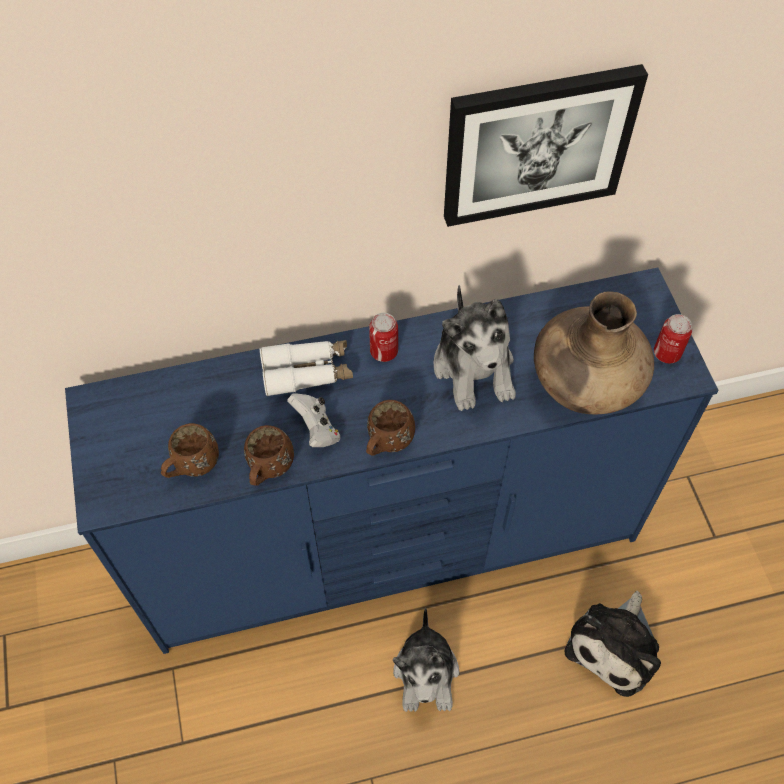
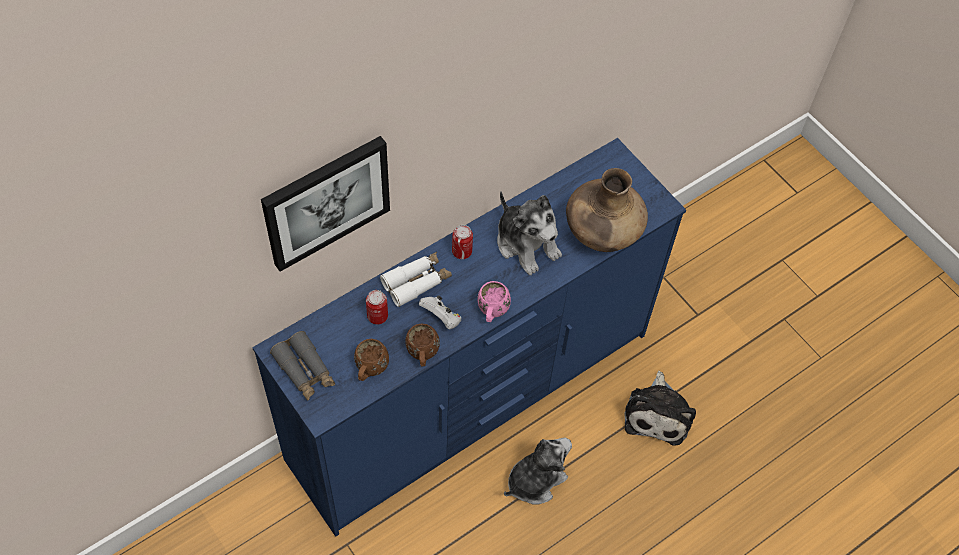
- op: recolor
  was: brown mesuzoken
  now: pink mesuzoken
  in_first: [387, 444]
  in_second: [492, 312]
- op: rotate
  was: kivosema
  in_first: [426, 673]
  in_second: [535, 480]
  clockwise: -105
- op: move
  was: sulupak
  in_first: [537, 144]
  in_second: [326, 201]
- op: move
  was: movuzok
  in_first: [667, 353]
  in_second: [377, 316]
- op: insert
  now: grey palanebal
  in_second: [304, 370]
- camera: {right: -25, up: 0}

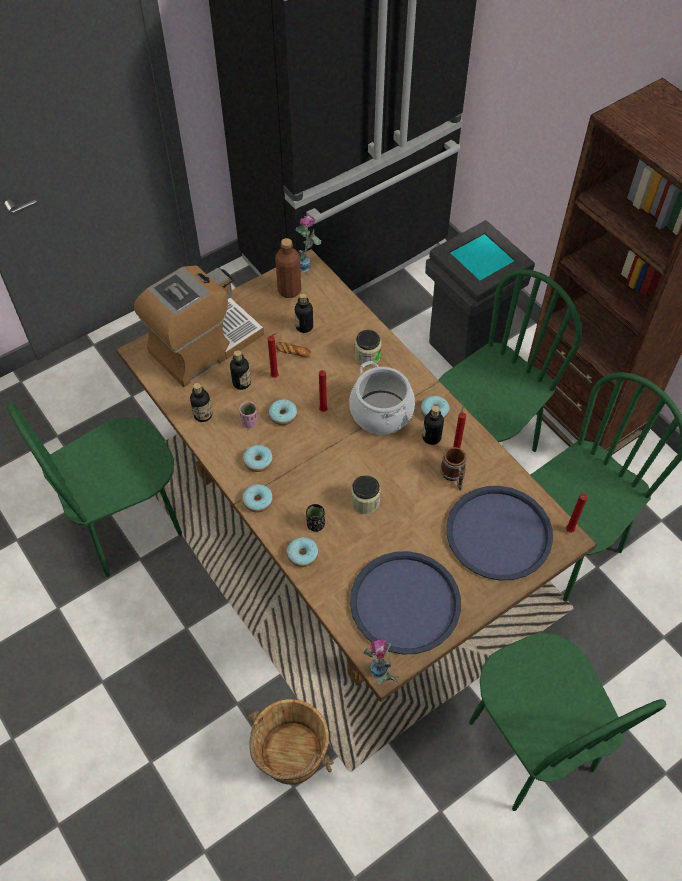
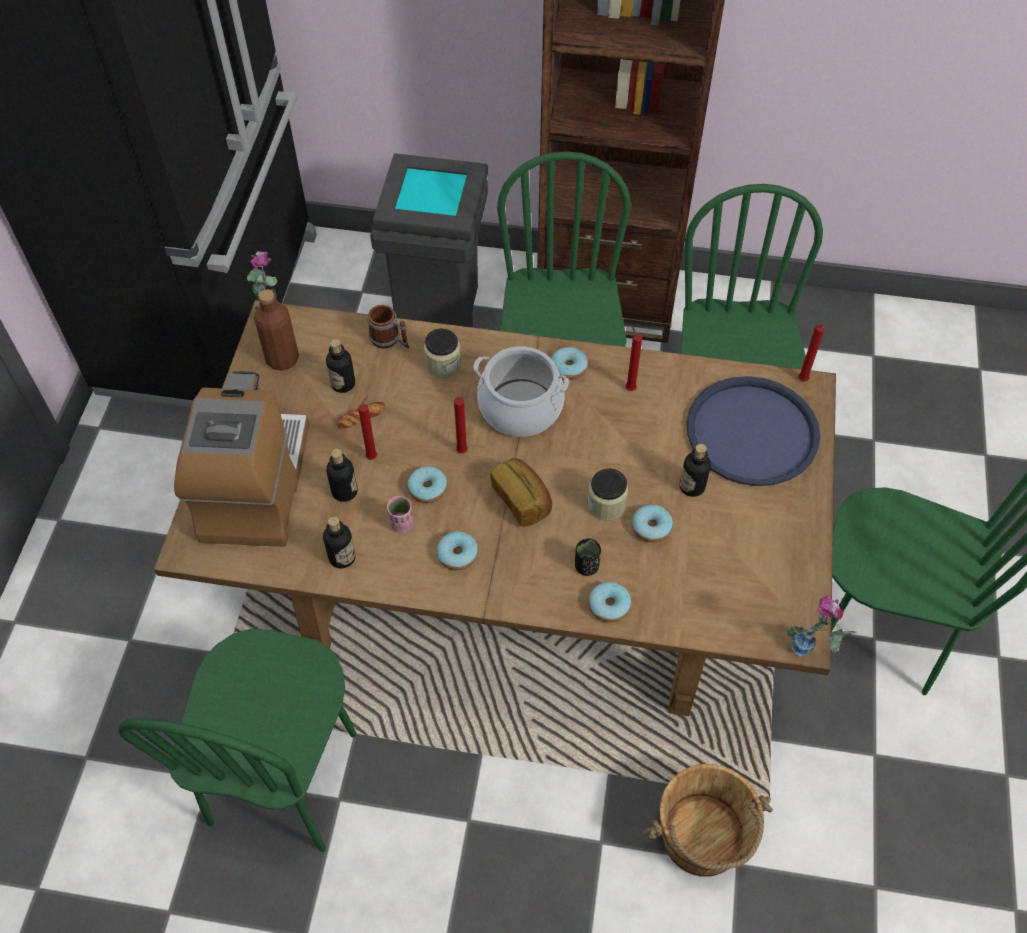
- op: move
  was: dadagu
  in_first: [258, 501]
  in_second: [651, 527]
- op: delete
  was: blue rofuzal
  in_first: [405, 603]
- op: move
  was: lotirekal
  in_first: [431, 437]
  in_second: [692, 486]
- op: move
  was: mesuzoken
  in_first: [454, 476]
  in_second: [390, 340]
- op: insert
  now: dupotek
  in_second: [522, 500]
- camera: {right: -45, up: 0}

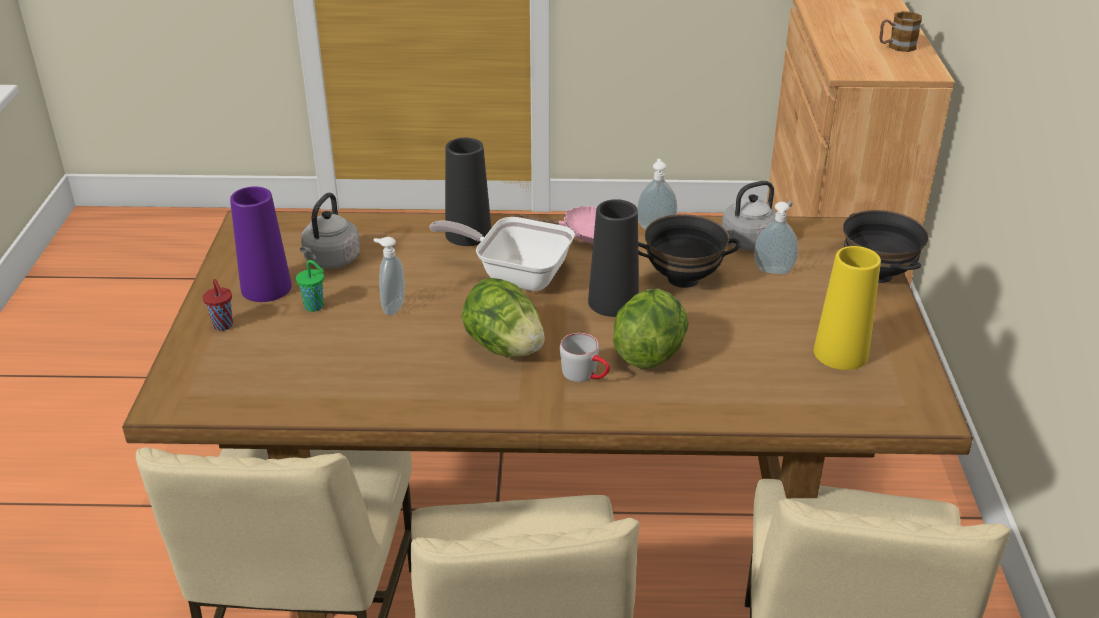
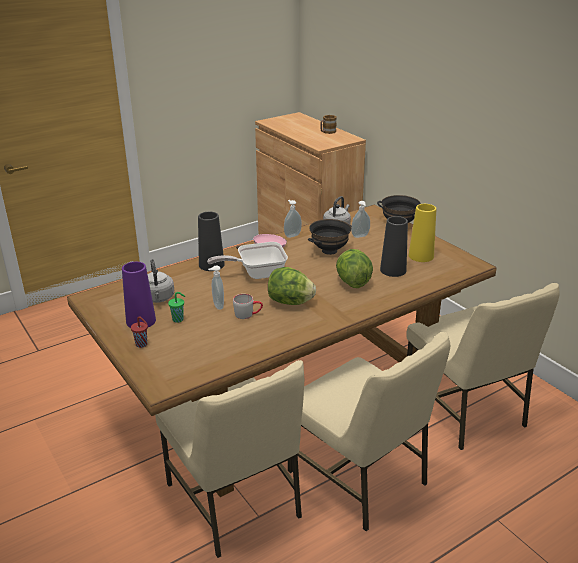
- op: move
  was: grey mesuzoken
  in_first: [586, 375]
  in_second: [248, 314]
- op: move
  was: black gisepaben
  in_first: [613, 302]
  in_second: [393, 270]
- camera: {right: -35, up: -5}

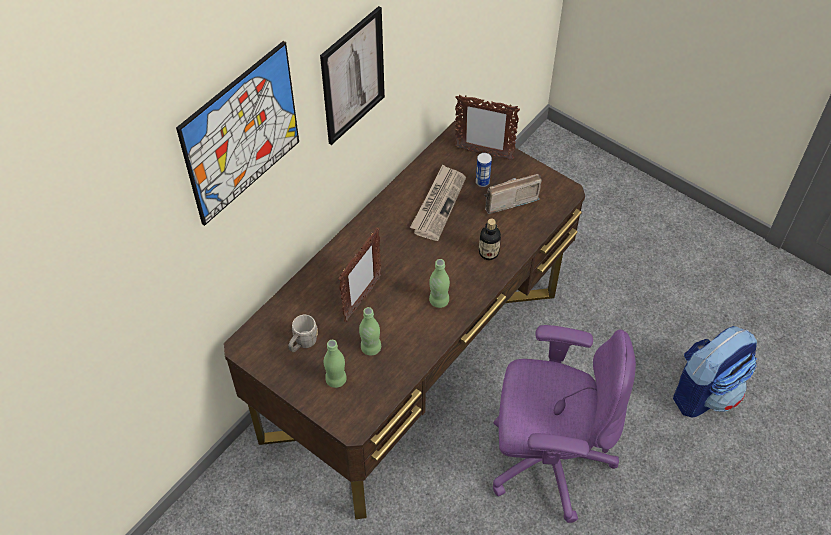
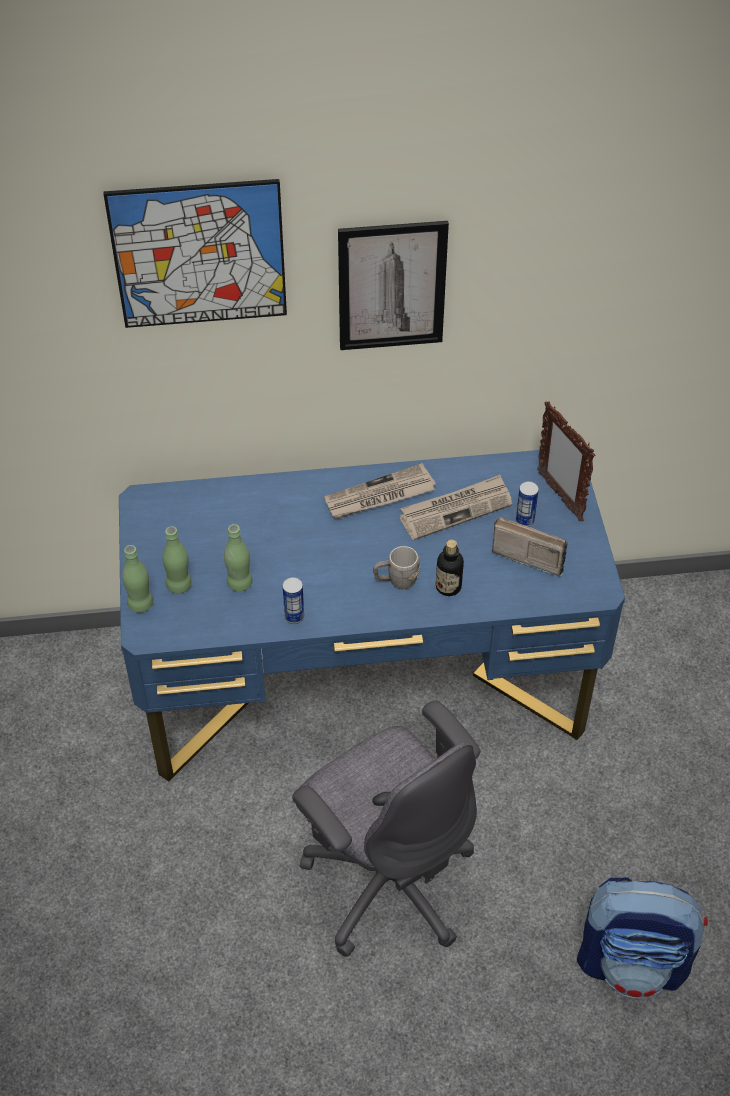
- op: recolor
  was: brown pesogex
  now: blue pesogex
  in_first: [413, 364]
  in_second: [364, 687]
- op: move
  was: grey mesuzoken
  in_first: [303, 343]
  in_second: [396, 581]
- op: delete
  was: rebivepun
  in_first: [362, 299]
- op: move
  was: green lotirekal
  in_first: [439, 300]
  in_second: [140, 604]
- op: recolor
  was: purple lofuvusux
  now: grey lofuvusux
  in_first: [547, 459]
  in_second: [388, 879]
- op: insert
  now: movuzok
  in_second: [294, 617]
- op: insert
  now: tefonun
  in_second: [379, 496]
- camera: {right: 45, up: -5}

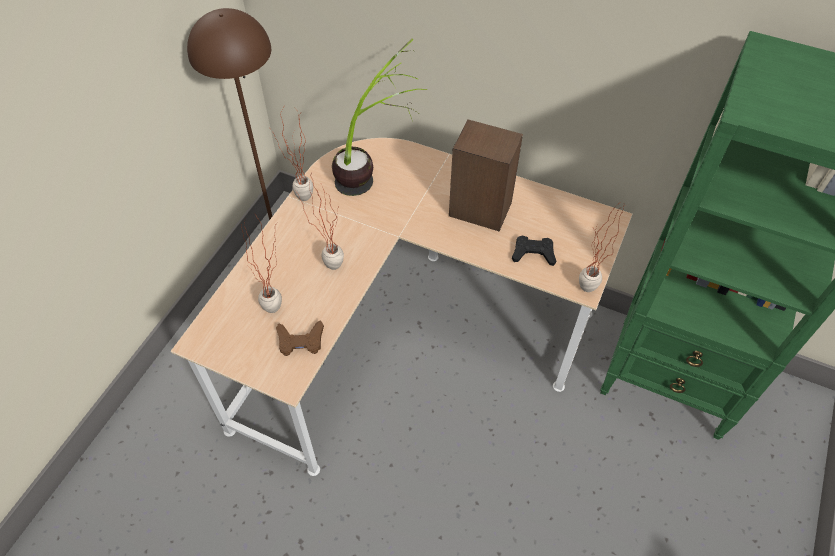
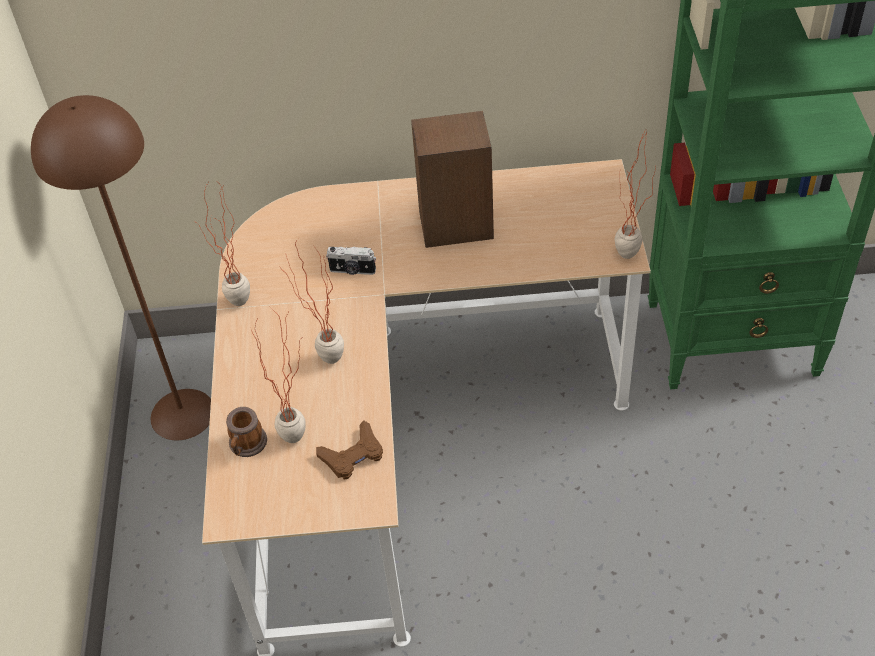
- op: delete
  was: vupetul
  in_first: [374, 171]
- op: delete
  was: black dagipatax
  in_first: [533, 253]
- op: insert
  now: mesuzoken
  in_second: [246, 445]
- op: insert
  now: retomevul
  in_second: [352, 271]
- camera: {right: -25, up: -5}

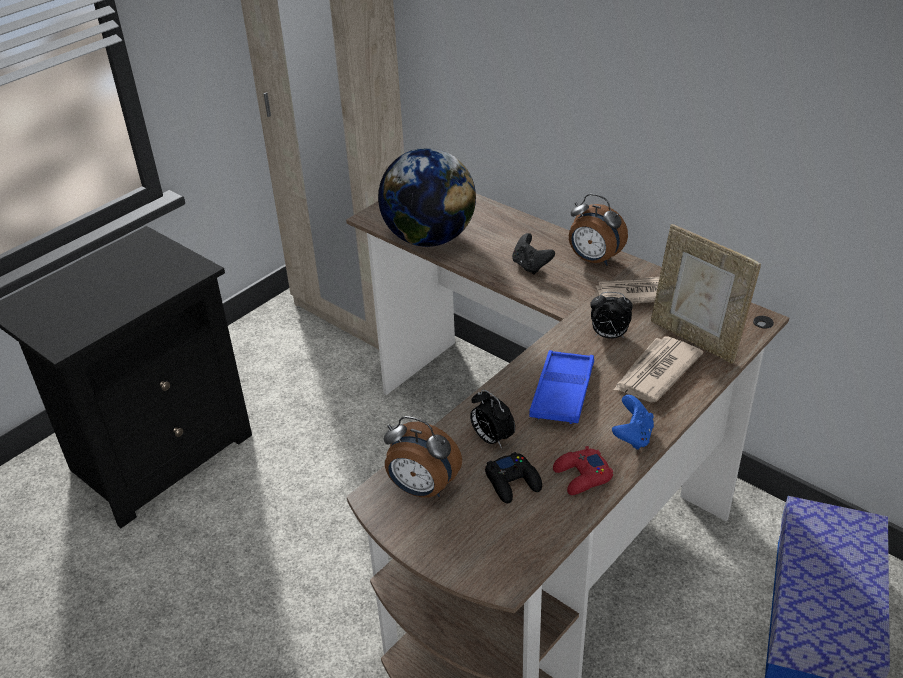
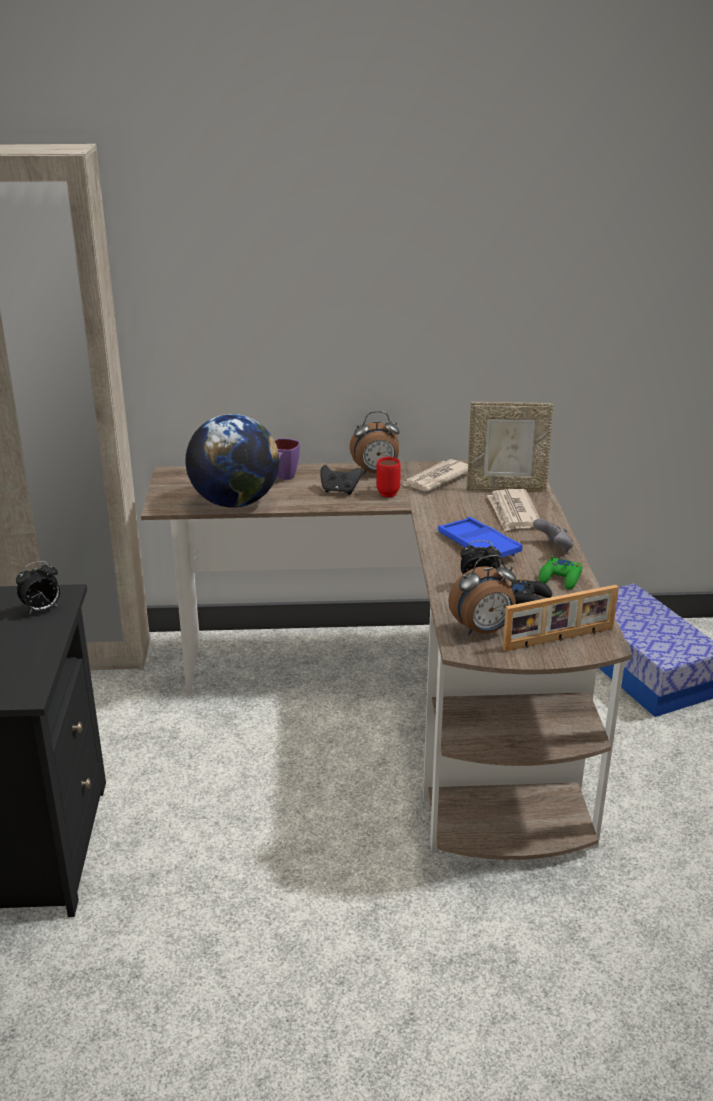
- op: recolor
  was: red dagipatax
  now: green dagipatax
  in_first: [582, 476]
  in_second: [560, 578]
- op: move
  was: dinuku
  in_first: [609, 336]
  in_second: [42, 609]
- op: recolor
  was: blue dagipatax
  now: grey dagipatax
  in_first: [632, 436]
  in_second: [554, 548]
- op: insert
  now: purple mesuzoken
  in_second: [283, 478]
- op: insert
  now: red mesuzoken
  in_second: [387, 492]
- op: insert
  now: rebivepun
  in_second: [559, 639]
- camera: {right: -45, up: -10}

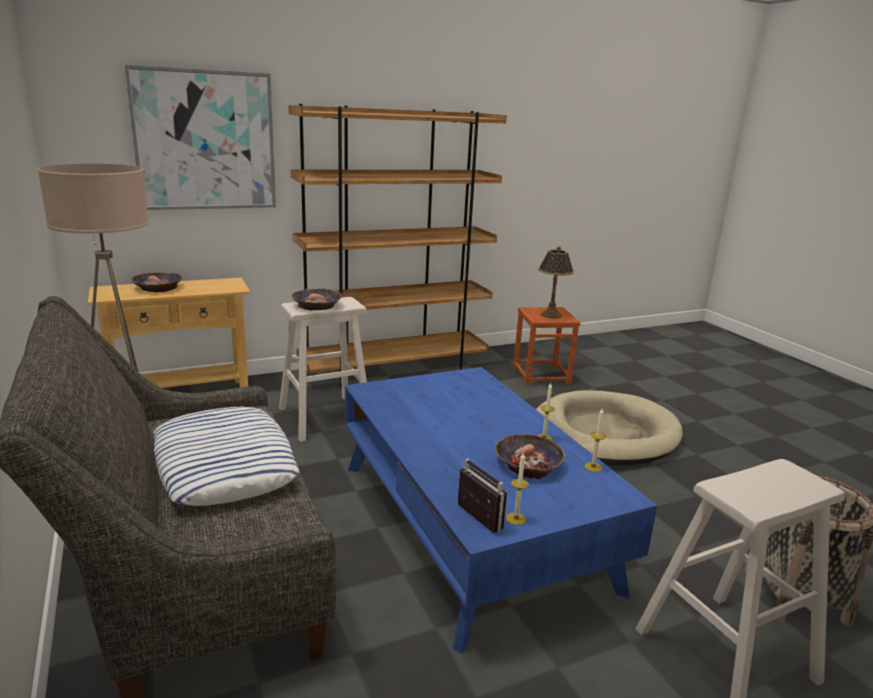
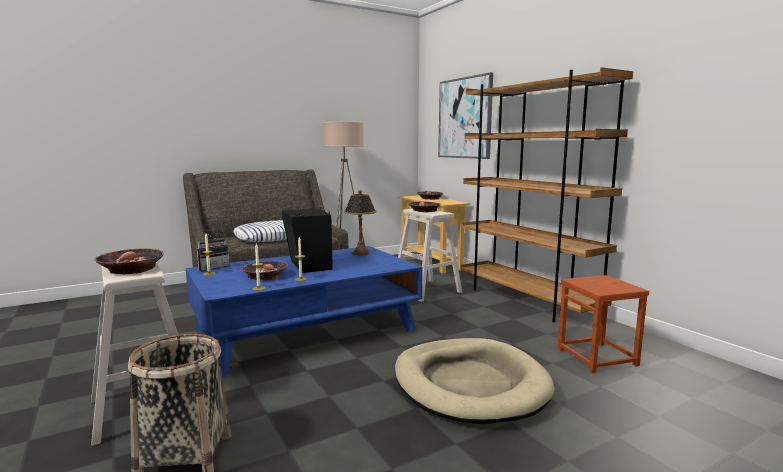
- op: move
  was: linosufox
  in_first: [550, 315]
  in_second: [360, 253]
- op: insert
  now: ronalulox
  in_second: [131, 268]
- op: insert
  now: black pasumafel
  in_second: [308, 266]
- camera: {right: 85, up: -10}

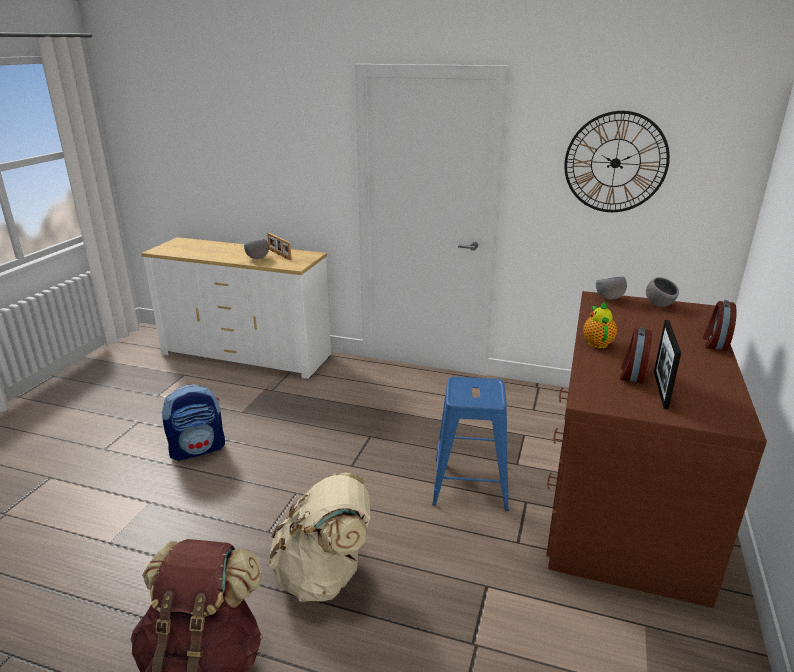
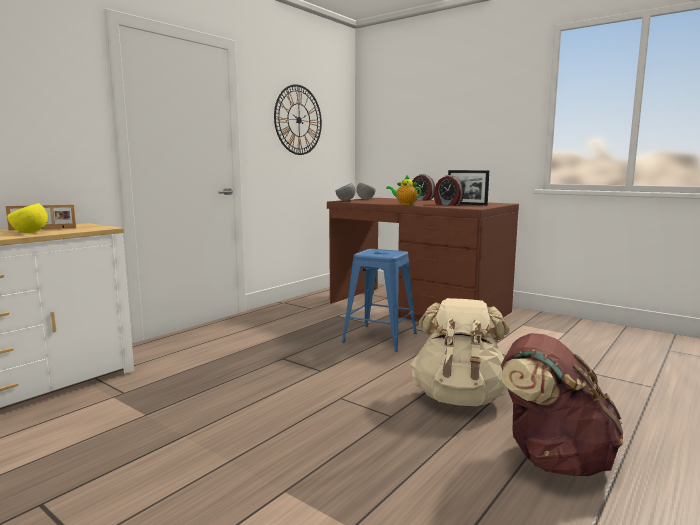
- op: delete
  was: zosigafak
  in_first: [198, 449]
- op: recolor
  was: grey ronalulox
  now: yellow ronalulox
  in_first: [257, 258]
  in_second: [30, 233]
- camera: {right: -70, up: -15}

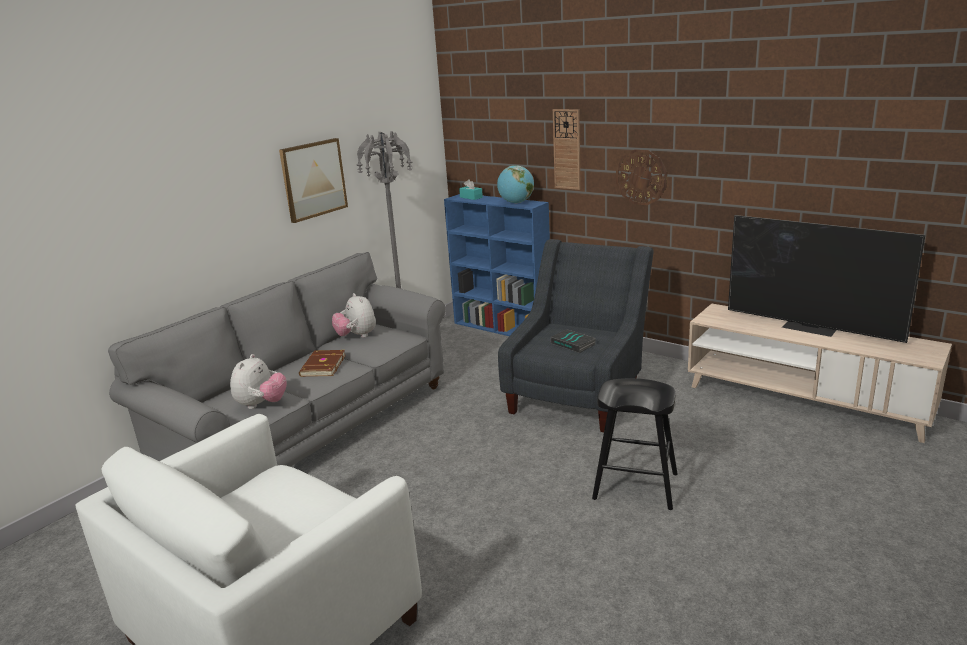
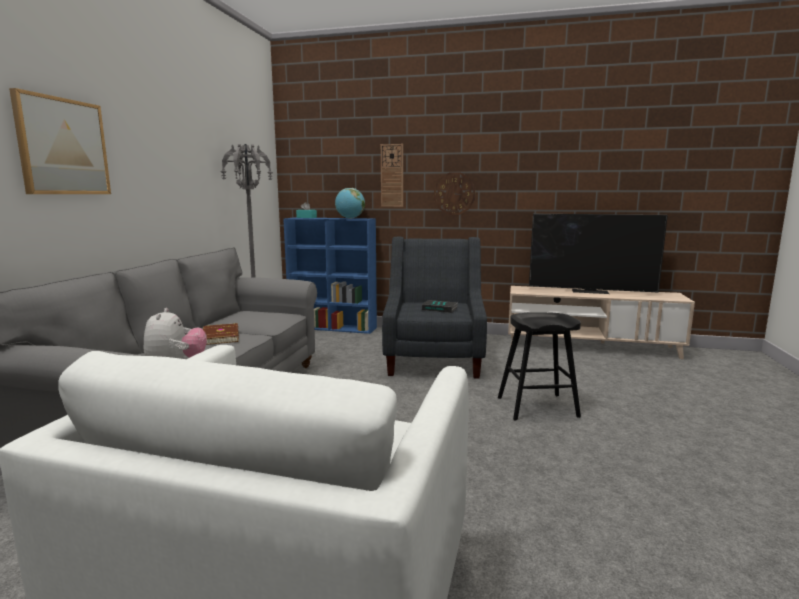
- op: move
  was: sulupak
  in_first: [313, 179]
  in_second: [62, 147]
- op: delete
  was: kivosema
  in_first: [357, 336]
- camera: {right: -25, up: -10}

